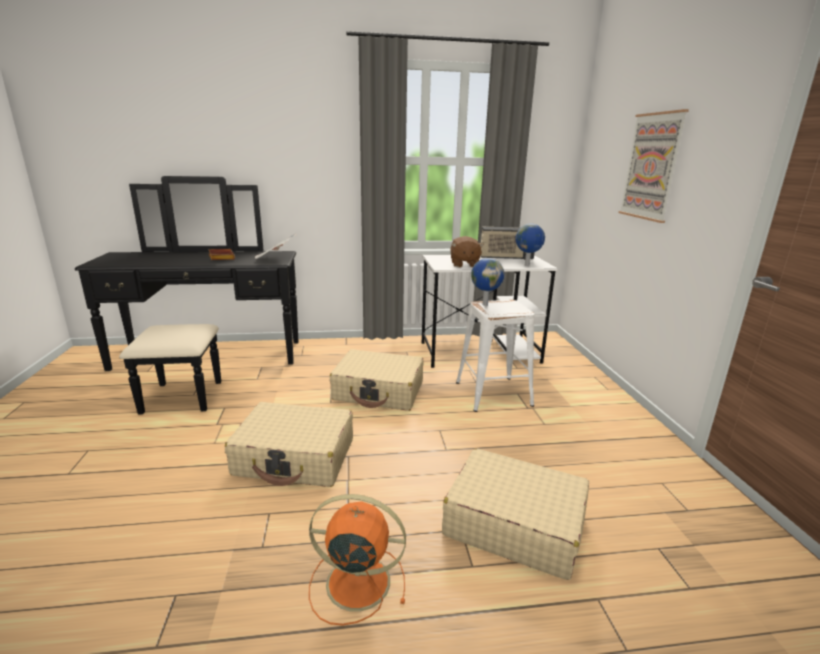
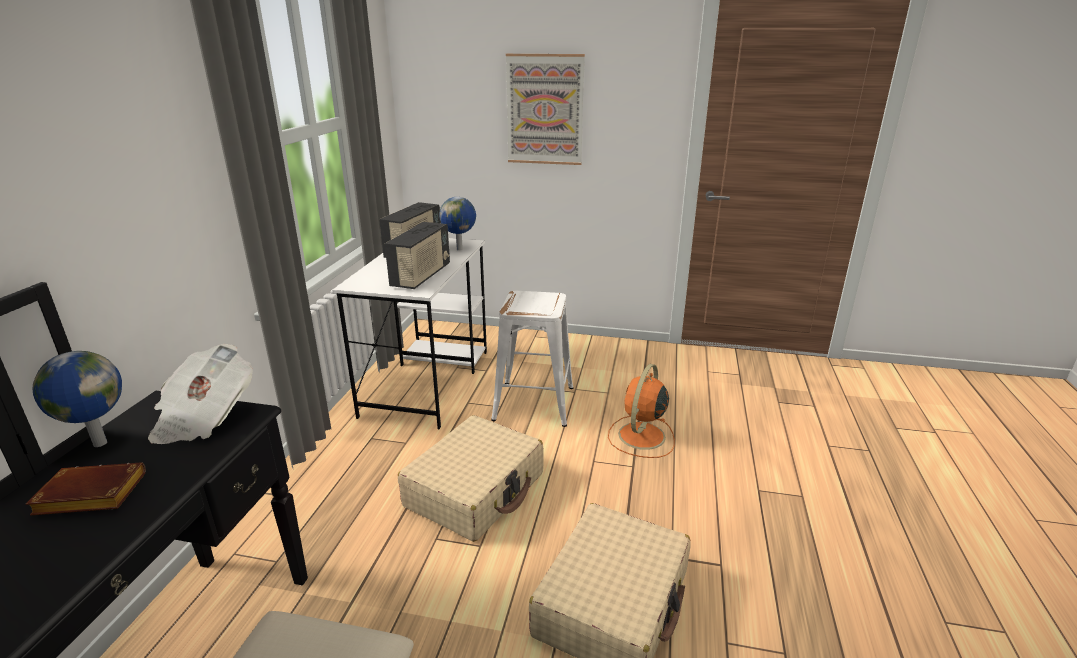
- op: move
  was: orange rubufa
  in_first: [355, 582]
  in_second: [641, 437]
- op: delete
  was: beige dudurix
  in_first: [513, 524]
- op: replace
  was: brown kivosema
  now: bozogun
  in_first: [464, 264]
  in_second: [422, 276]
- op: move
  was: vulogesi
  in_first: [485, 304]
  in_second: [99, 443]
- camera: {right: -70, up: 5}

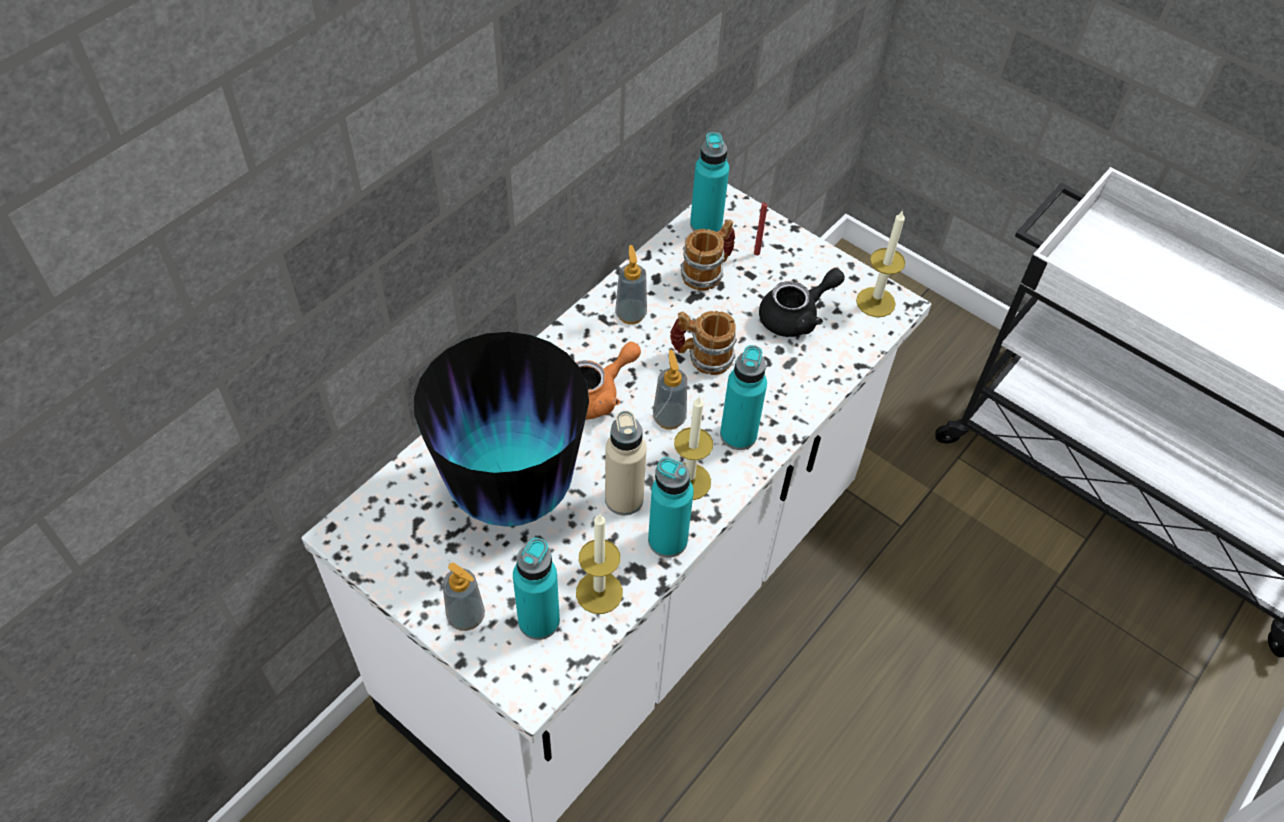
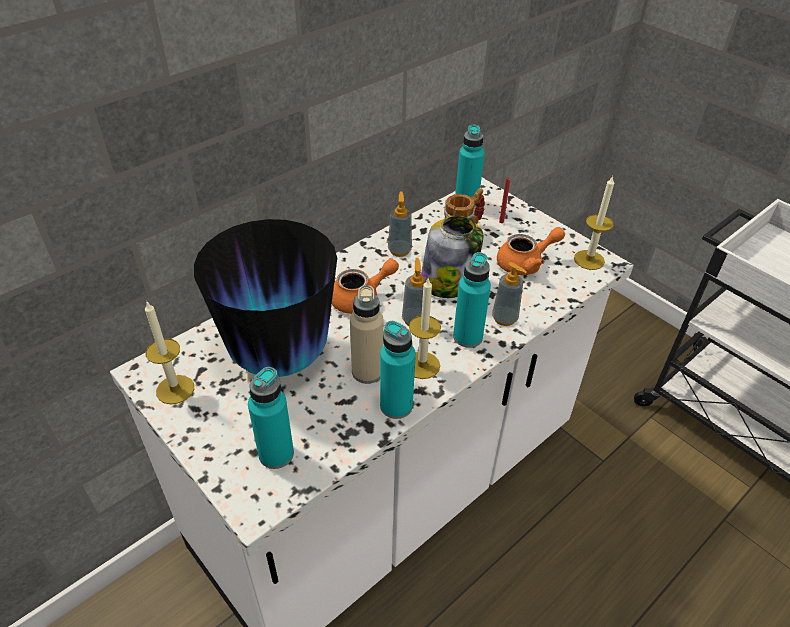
- op: move
  was: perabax
  in_first: [466, 616]
  in_second: [504, 318]
- op: move
  was: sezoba
  in_first: [599, 592]
  in_second: [175, 389]
- op: replace
  was: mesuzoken
  now: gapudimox
  in_first: [701, 357]
  in_second: [448, 282]
- op: recolor
  was: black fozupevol
  now: orange fozupevol
  in_first: [796, 316]
  in_second: [526, 263]
- camera: {right: 10, up: -10}

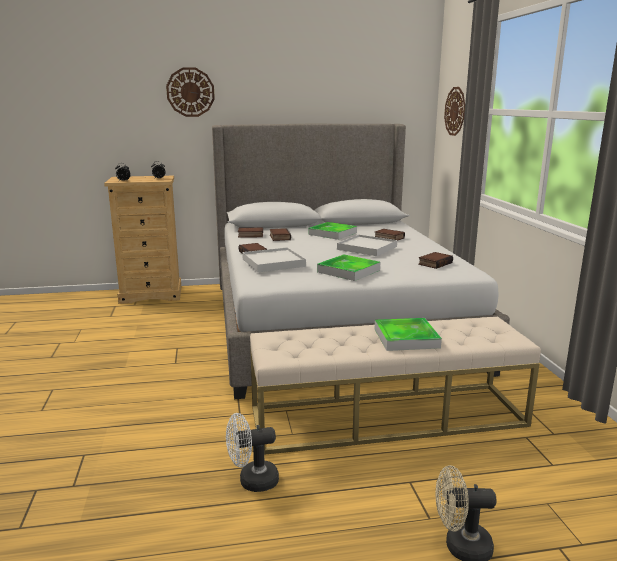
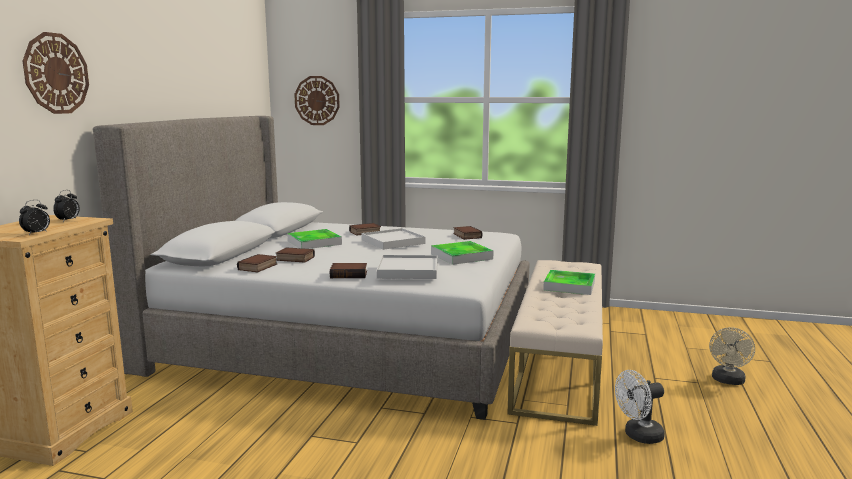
- op: rotate
  was: white rubufa
  in_first: [252, 481]
  in_second: [638, 436]
  clockwise: 60
- camera: {right: -65, up: -5}

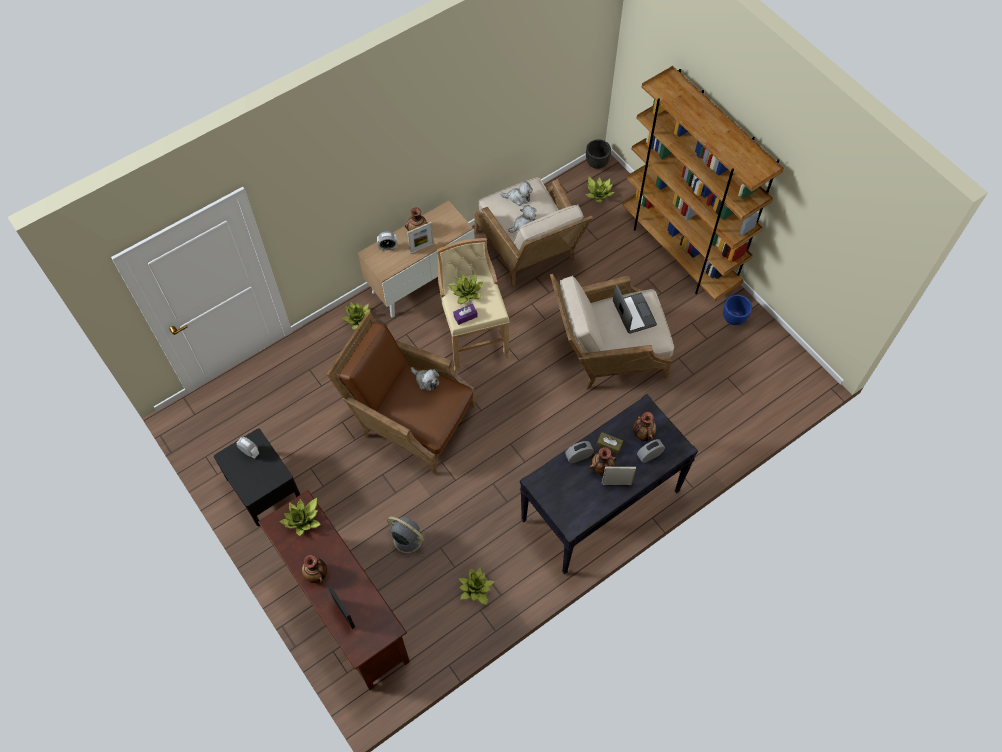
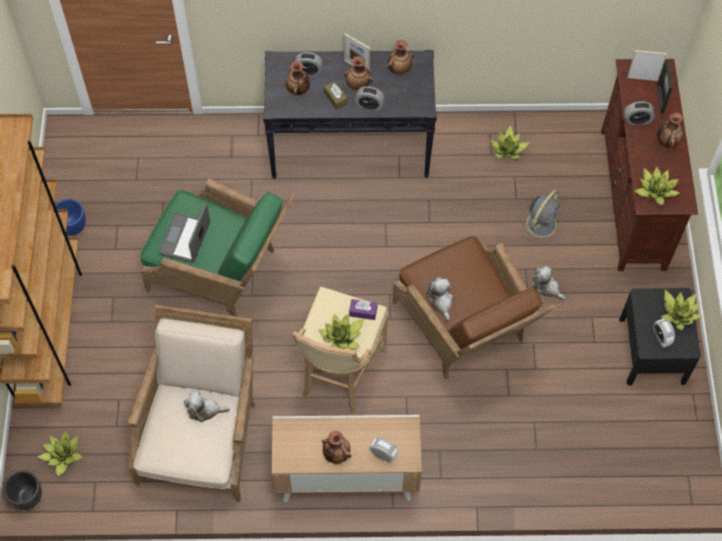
- op: move
  was: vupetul
  in_first: [359, 319]
  in_second: [678, 313]
- op: rotate
  was: grey rubufa
  in_first: [406, 539]
  in_second: [542, 223]
  clockwise: -120
- op: move
  was: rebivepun
  in_first: [421, 248]
  in_second: [642, 78]
- op: move
  was: kivosema
  in_first: [518, 197]
  in_second: [547, 288]
- op: recolor
  was: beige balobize
  now: green balobize
  in_first: [607, 352]
  in_second: [222, 272]
- op: insert
  now: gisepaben
  in_second: [399, 69]
- op: insert
  now: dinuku
  in_second: [637, 120]
- camera: {right: -145, up: 0}

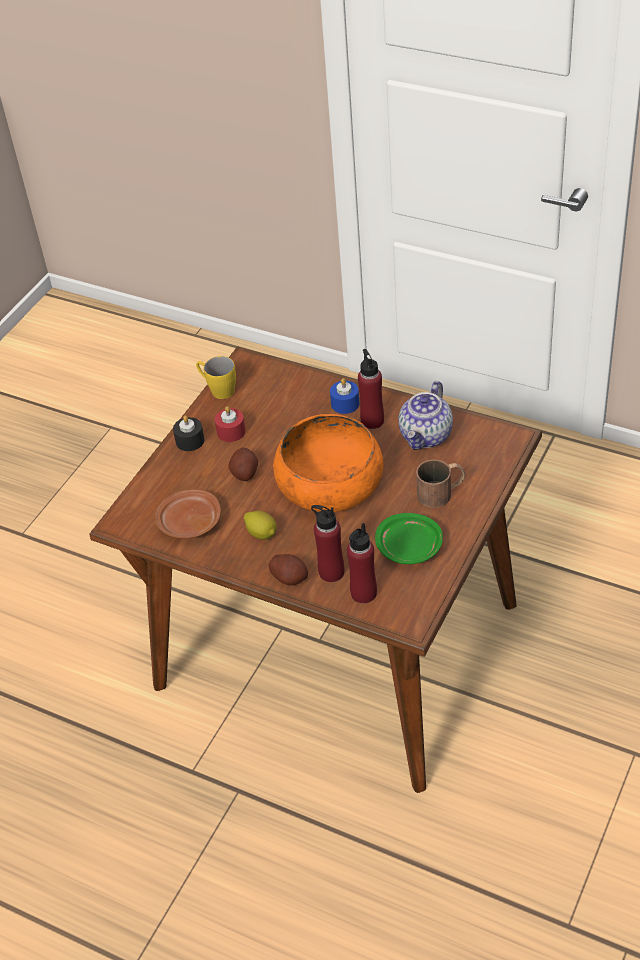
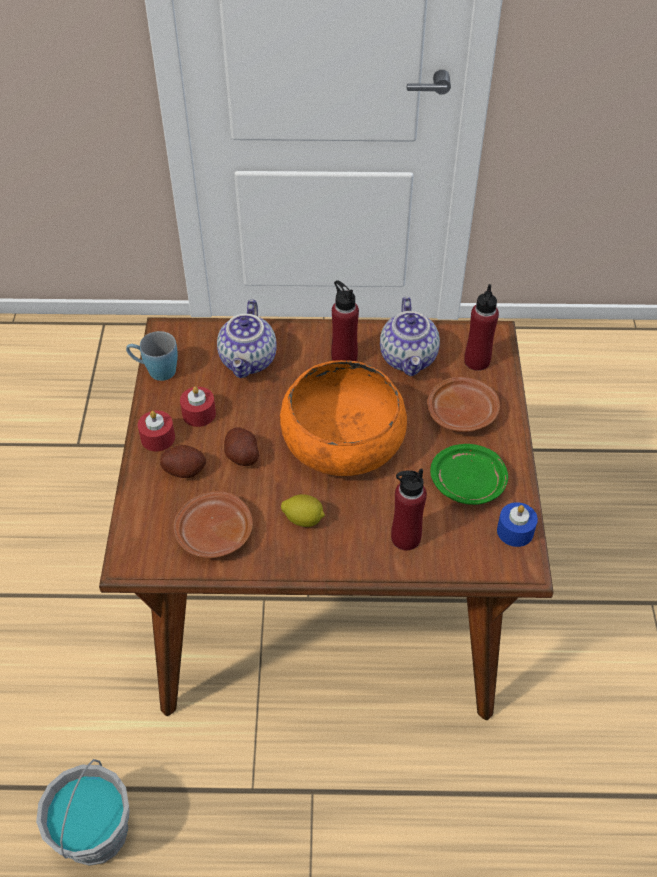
- op: recolor
  was: black sezoba
  now: red sezoba
  in_first: [190, 441]
  in_second: [158, 438]
- op: recolor
  was: yellow mesuzoken
  now: blue mesuzoken
  in_first: [217, 389]
  in_second: [155, 370]
- op: move
  was: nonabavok
  in_first: [289, 577]
  in_second: [184, 469]
- op: move
  was: blue sezoba
  in_first: [345, 404]
  in_second: [515, 531]
- op: move
  was: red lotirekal
  in_first: [363, 593]
  in_second: [477, 361]
- op: replace
  was: brown mesuzoken
  now: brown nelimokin
  in_first: [442, 492]
  in_second: [462, 413]
- op: insert
  now: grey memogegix
  in_second: [95, 832]
- op: insert
  now: fozupevol
  in_second: [249, 361]
- camera: {right: -30, up: 5}

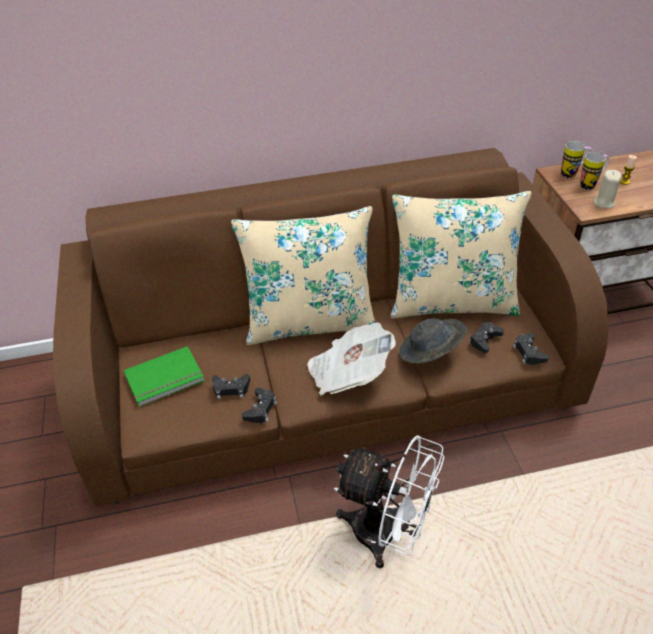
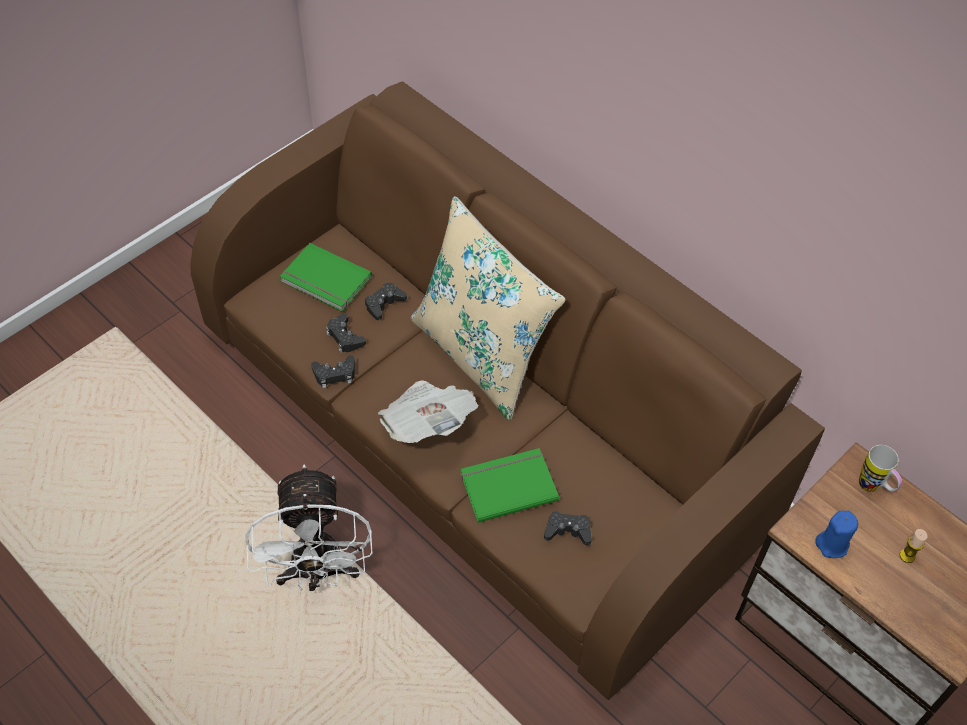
- op: delete
  was: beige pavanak
  in_first: [452, 301]
- op: replace
  was: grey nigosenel
  now: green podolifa
  in_first: [430, 353]
  in_second: [507, 485]
- op: move
  was: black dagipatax
  in_first: [529, 352]
  in_second: [384, 304]
- op: delete
  was: mesuzoken
  in_first: [591, 184]
- op: recolor
  was: beige sezoba
  now: blue sezoba
  in_first: [603, 202]
  in_second: [832, 544]
- camera: {right: 55, up: 10}

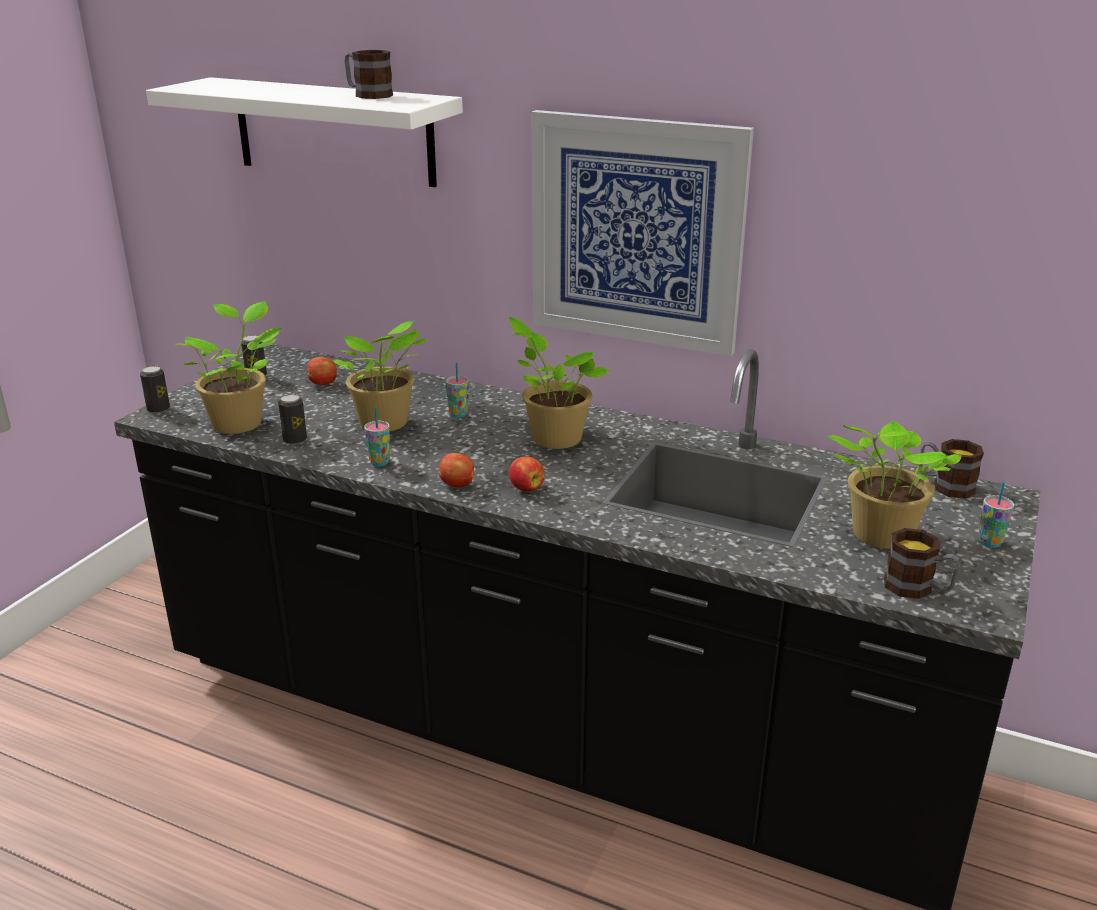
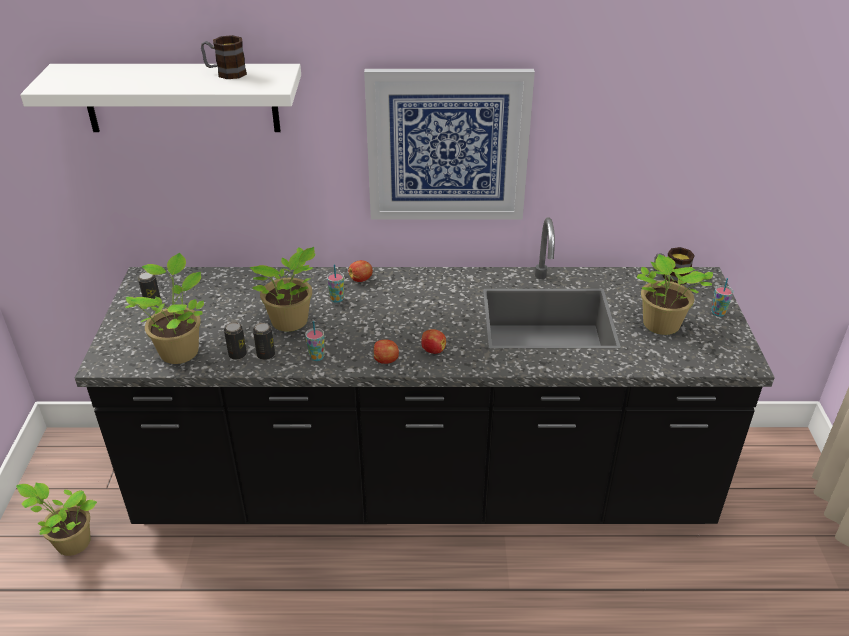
- op: move
  was: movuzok
  in_first: [158, 409]
  in_second: [266, 355]
- op: move
  was: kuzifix
  in_first: [323, 383]
  in_second: [361, 279]
- op: move
  was: vupetul
  in_first: [553, 437]
  in_second: [71, 542]
- op: delete
  was: mesuzoken
  in_first: [918, 588]
- camera: {right: -25, up: 10}

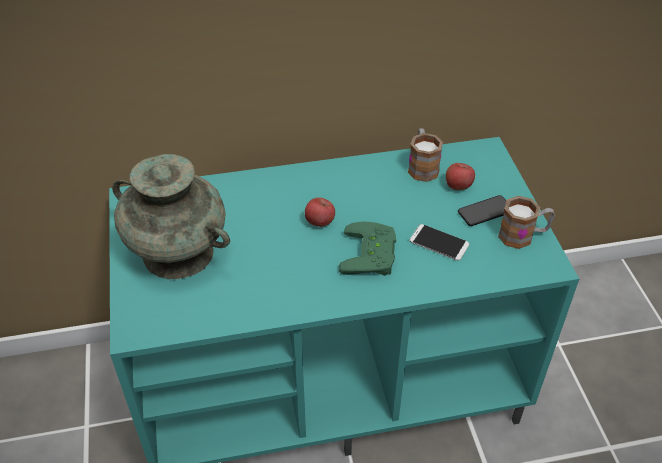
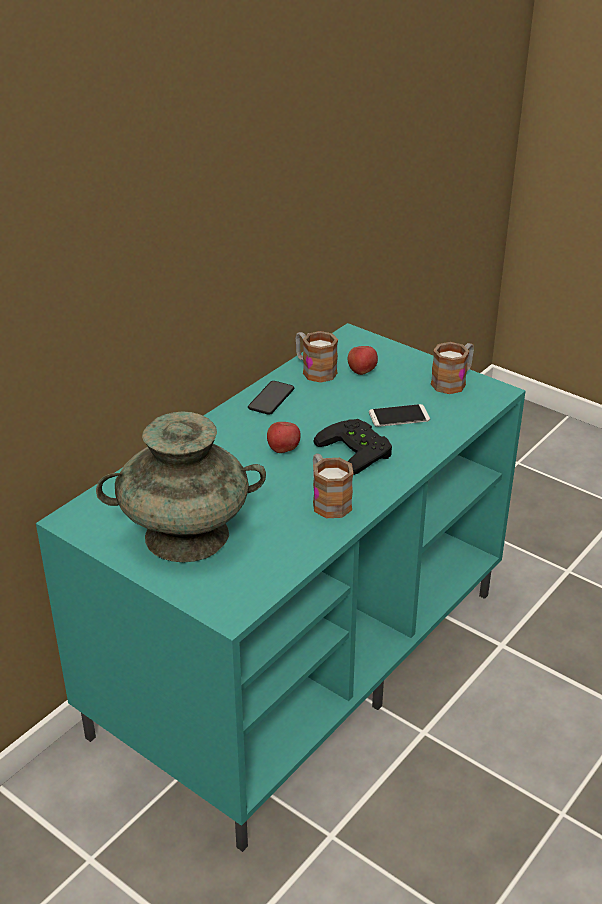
- op: recolor
  was: green dagipatax
  now: black dagipatax
  in_first: [373, 254]
  in_second: [359, 450]
- op: move
  was: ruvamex
  in_first: [485, 211]
  in_second: [271, 399]
- op: insert
  now: mesuzoken
  in_second: [328, 500]
- camera: {right: -40, up: -10}

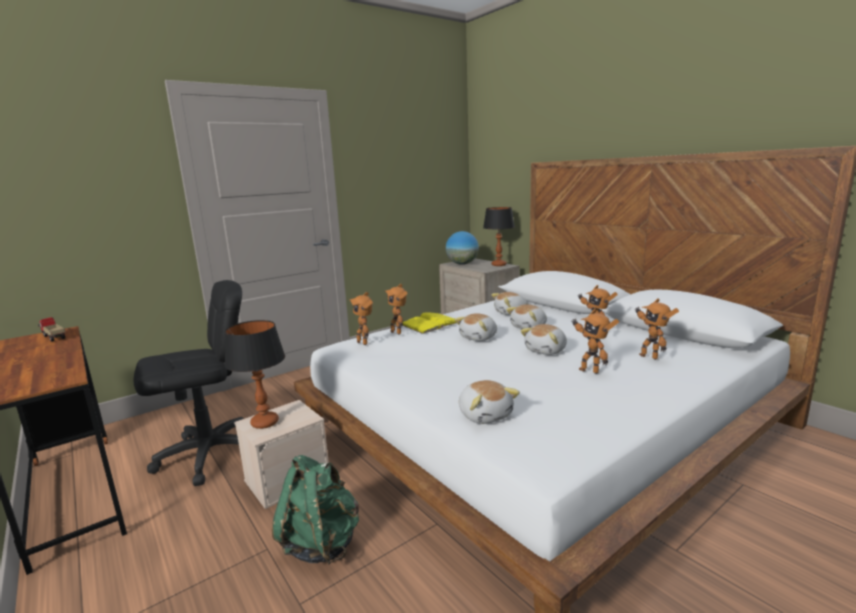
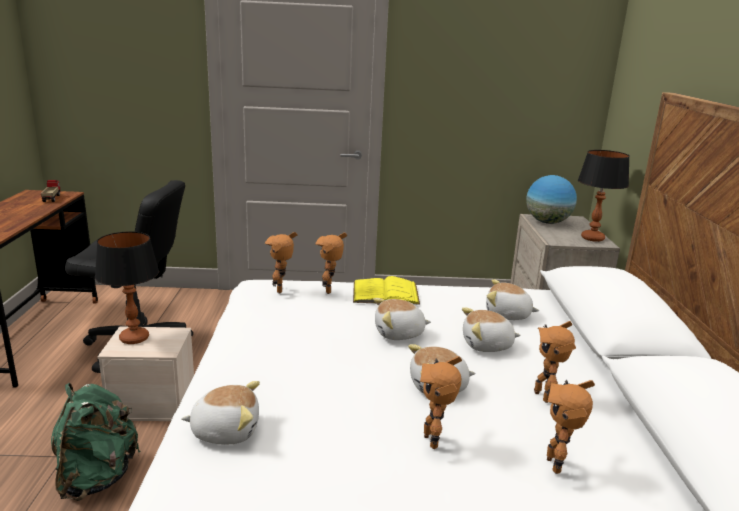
- op: rotate
  was: kivosema
  in_first: [485, 415]
  in_second: [225, 430]
  clockwise: -105
- camera: {right: 35, up: 5}

